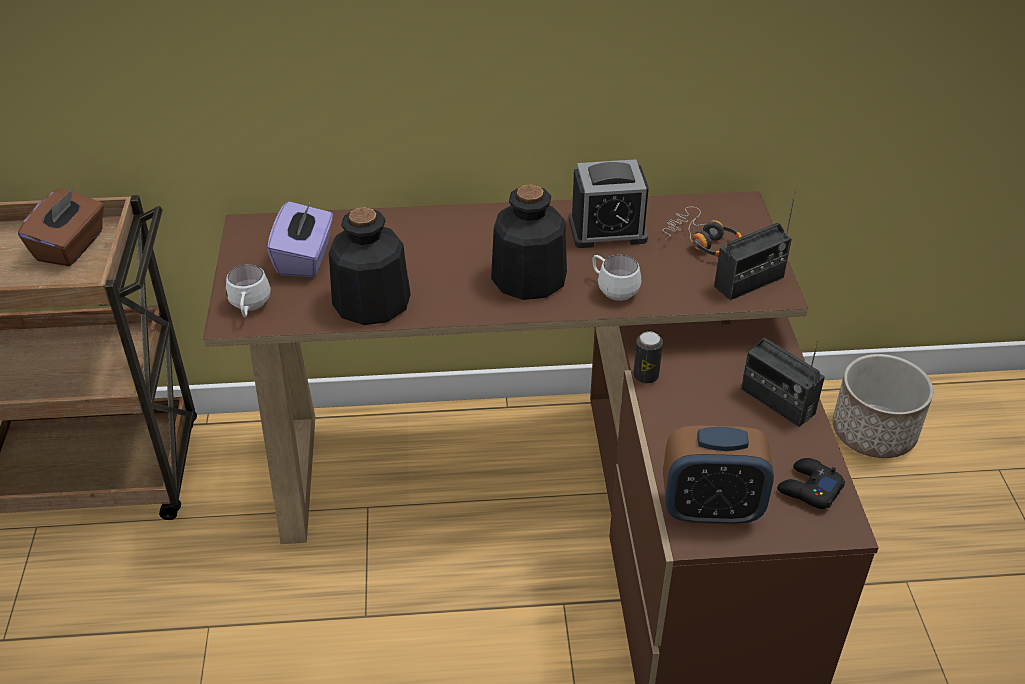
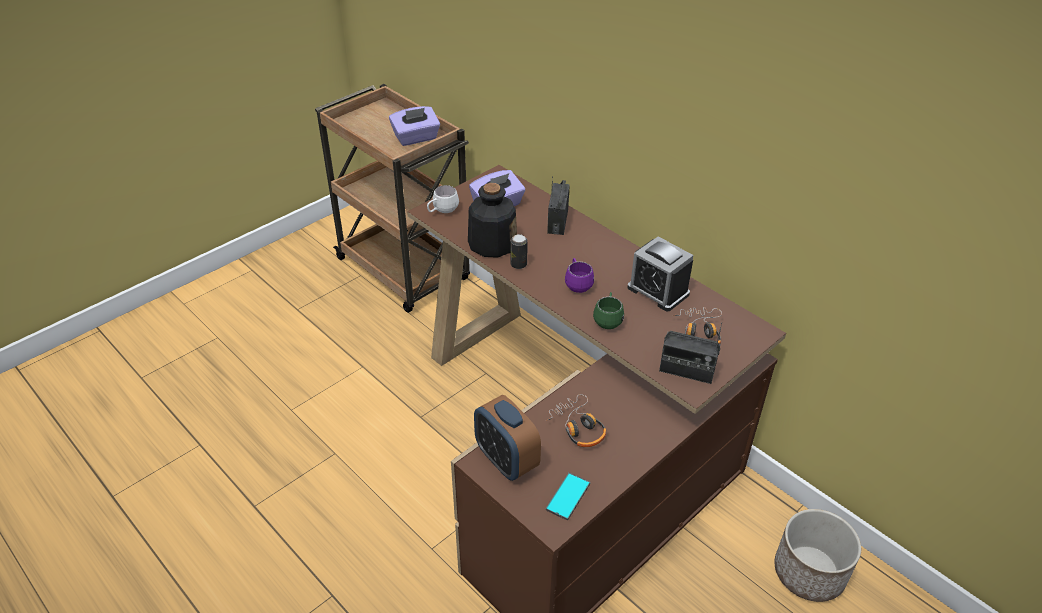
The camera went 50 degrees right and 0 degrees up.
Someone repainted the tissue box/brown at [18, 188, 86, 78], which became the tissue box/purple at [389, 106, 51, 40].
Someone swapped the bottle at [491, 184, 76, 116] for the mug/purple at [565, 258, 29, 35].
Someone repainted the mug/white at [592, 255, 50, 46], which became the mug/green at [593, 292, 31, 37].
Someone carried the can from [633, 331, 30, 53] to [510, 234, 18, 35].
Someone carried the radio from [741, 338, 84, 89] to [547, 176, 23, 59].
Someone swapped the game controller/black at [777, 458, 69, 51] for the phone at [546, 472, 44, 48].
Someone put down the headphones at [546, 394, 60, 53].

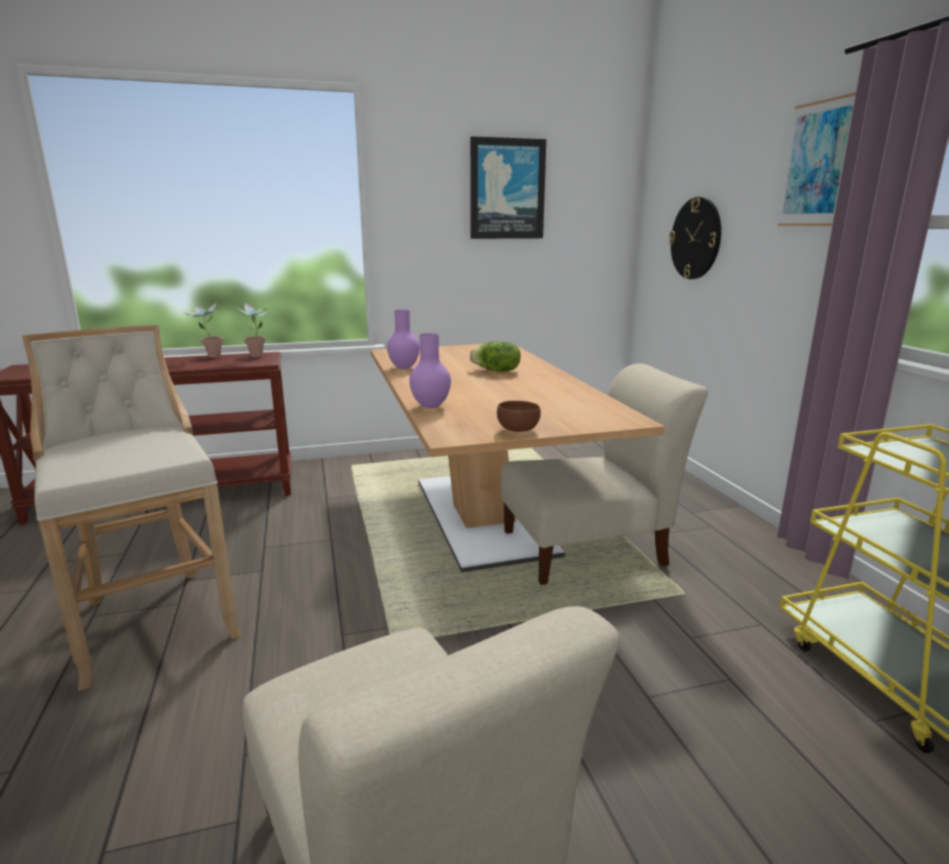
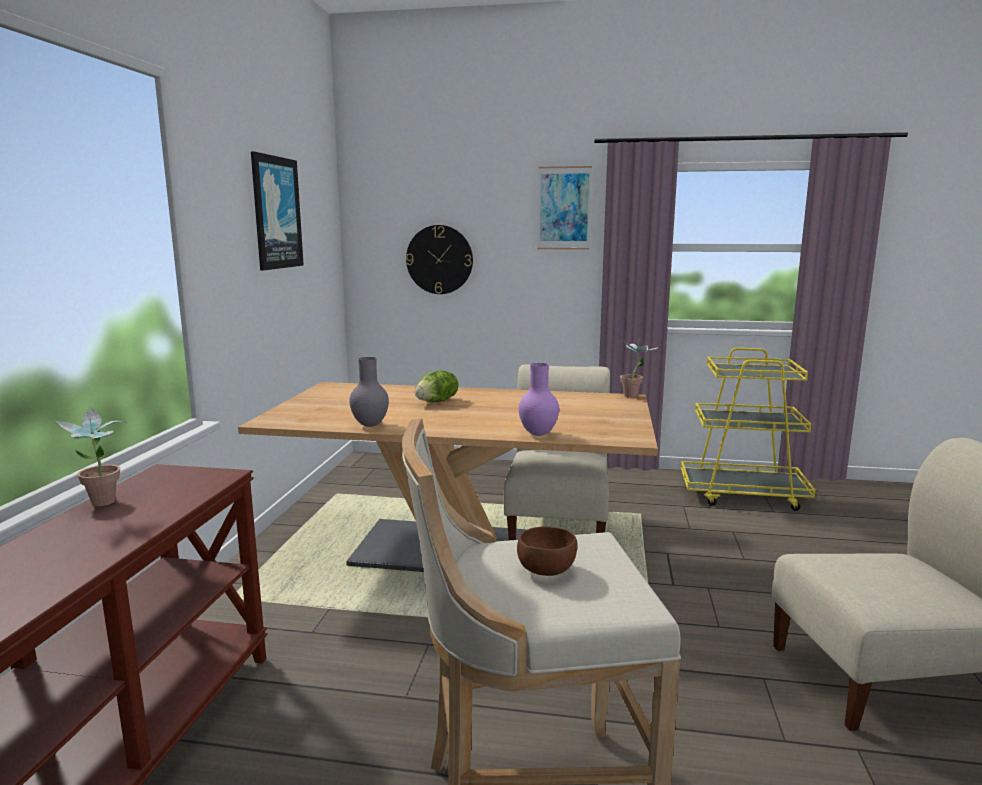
The camera went 65 degrees left and 5 degrees down.
Someone carried the potted plant from [237, 302, 34, 55] to [620, 340, 38, 58].
Someone repainted the vase/purple at [387, 310, 33, 59], which became the vase/grey at [349, 357, 40, 70].
Someone carried the bowl/brown from [497, 401, 44, 31] to [517, 526, 60, 50].

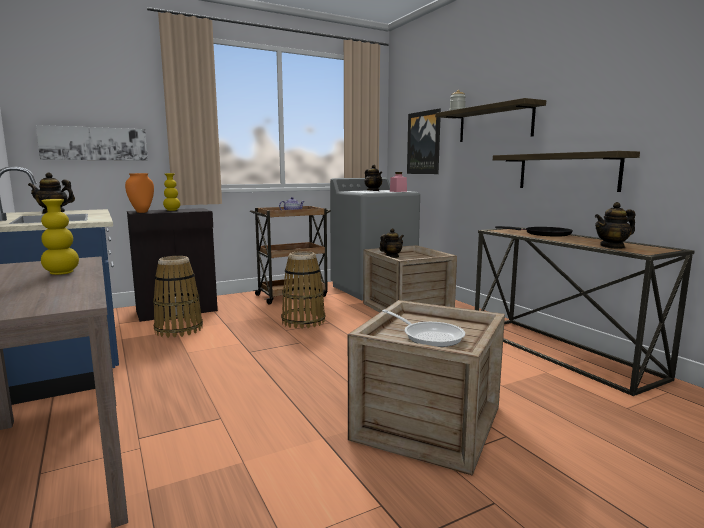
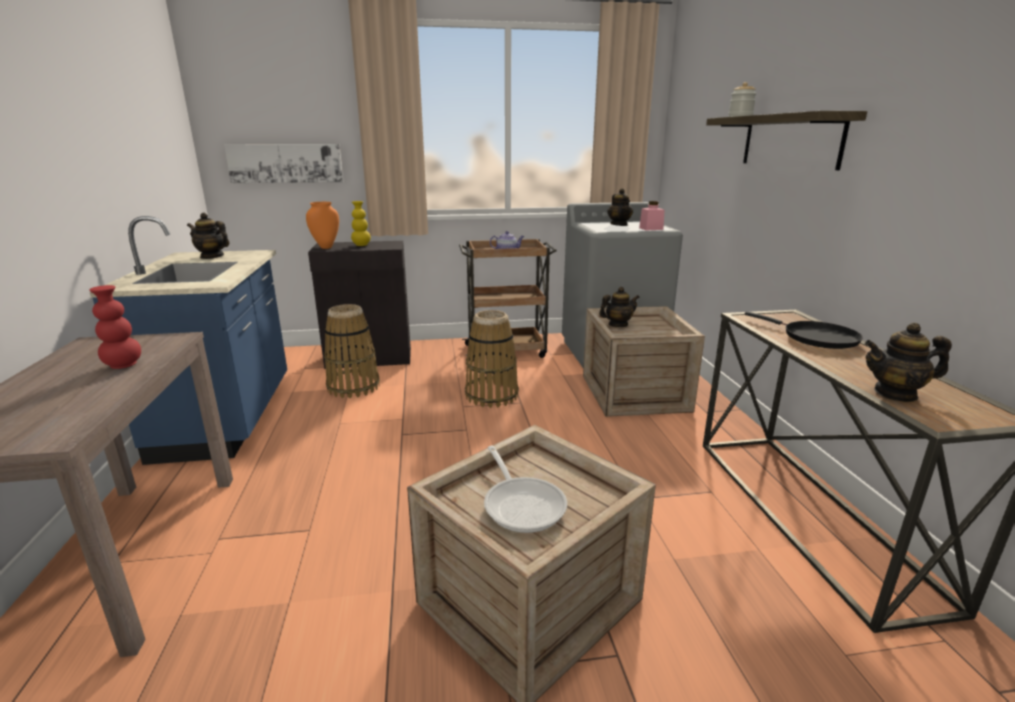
The camera went 20 degrees right and 10 degrees up.
Someone repainted the vase/yellow at [41, 199, 38, 76], which became the vase/red at [89, 285, 52, 84].
Someone took away the picture at [407, 108, 34, 66].
Someone took away the shelf at [493, 151, 147, 41].

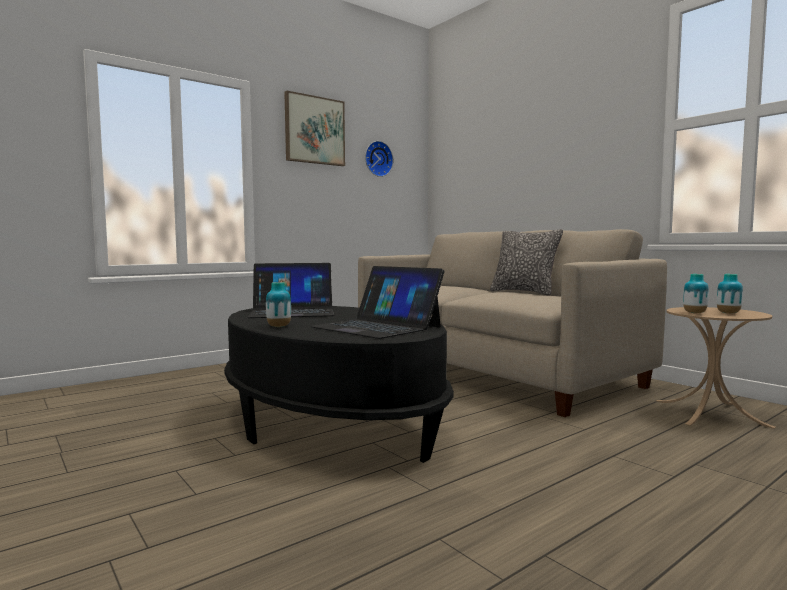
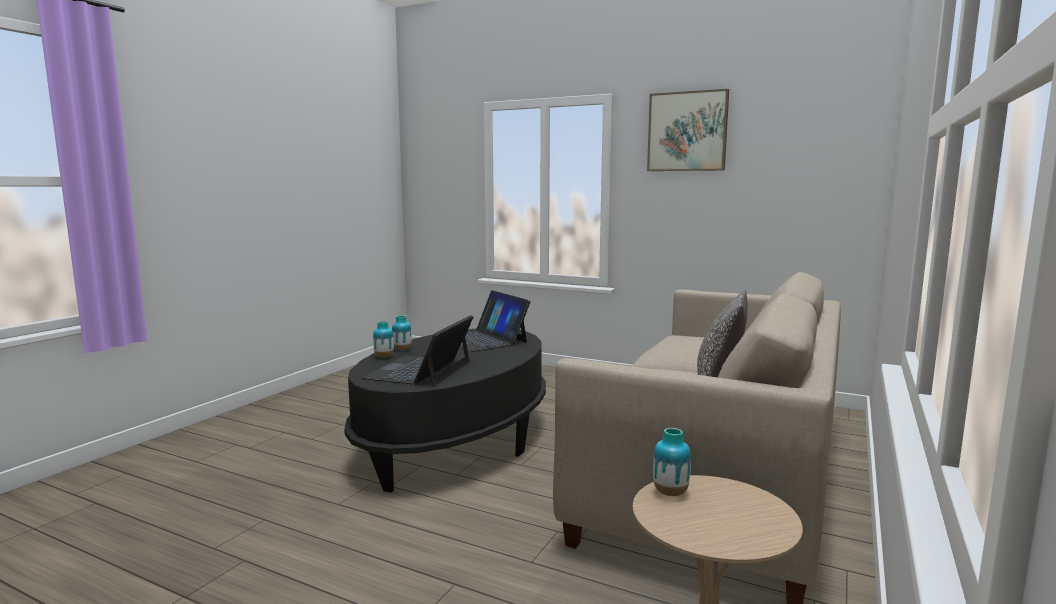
The camera went 65 degrees right and 5 degrees up.
Someone took away the wall clock at [365, 141, 28, 36].
Someone carried the vase from [717, 274, 26, 40] to [373, 321, 21, 37].

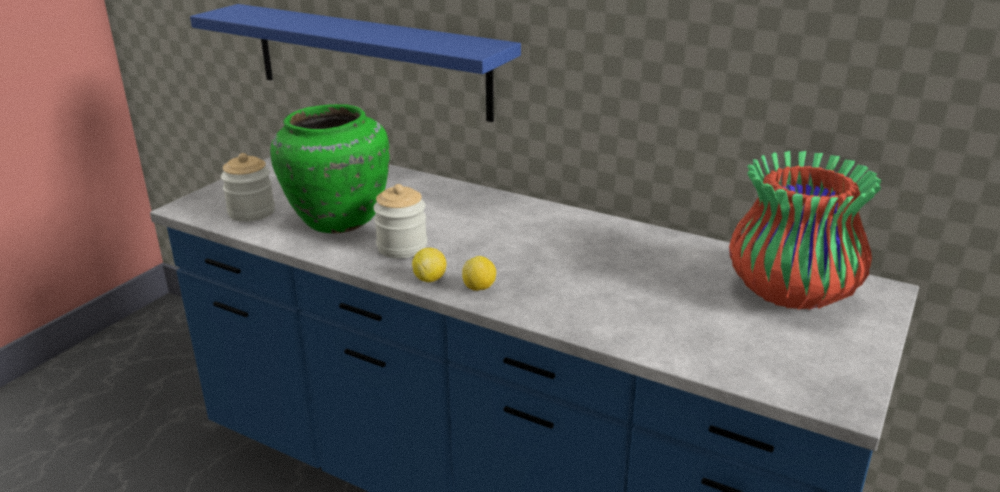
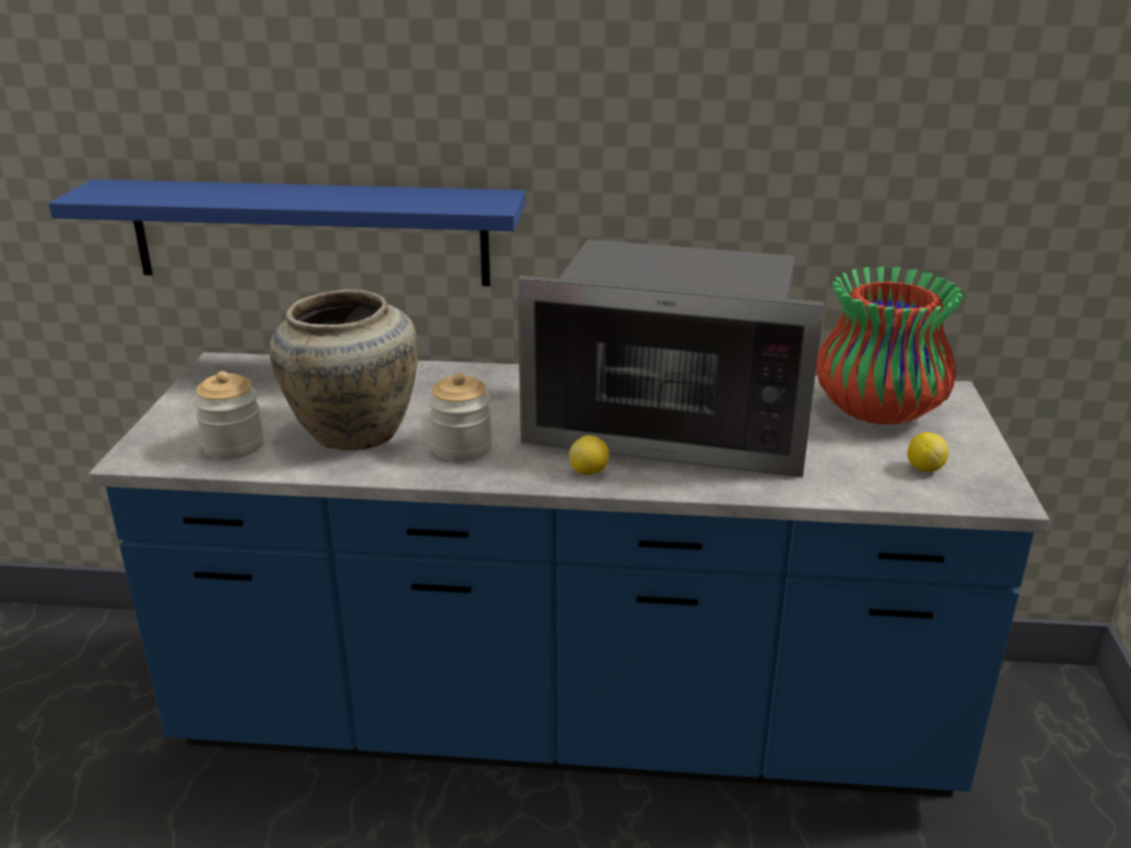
The camera went 25 degrees left and 0 degrees up.
Someone repainted the vase/green at [270, 104, 120, 129], which became the vase/beige at [269, 289, 149, 162].
Someone carried the lemon from [412, 248, 34, 34] to [907, 432, 42, 40].
Someone put down the microwave at [517, 239, 307, 238].

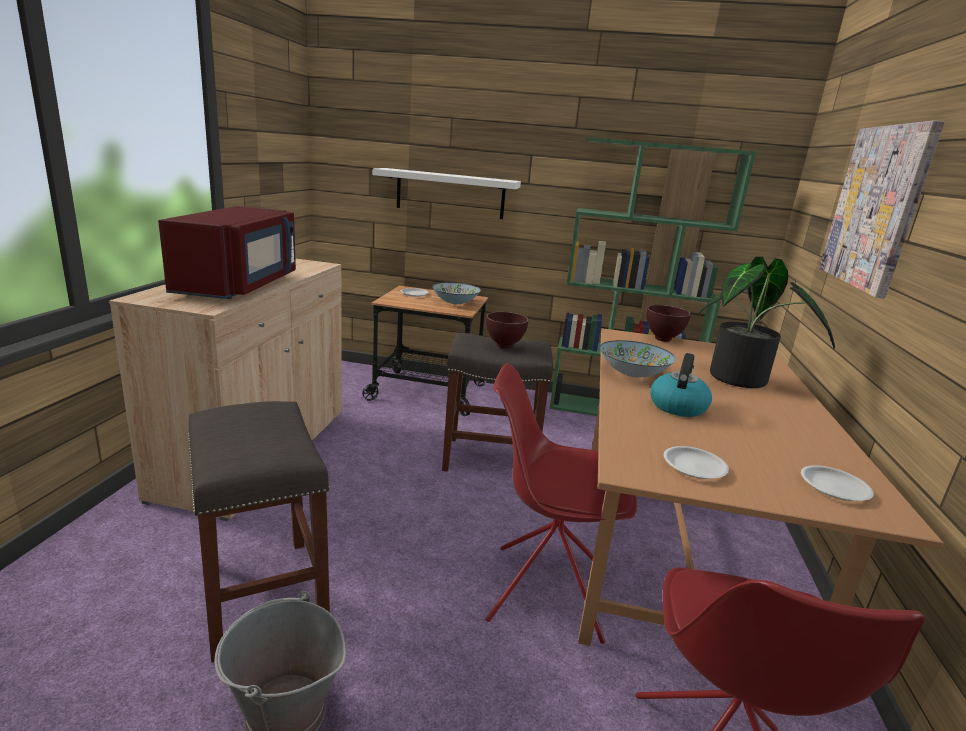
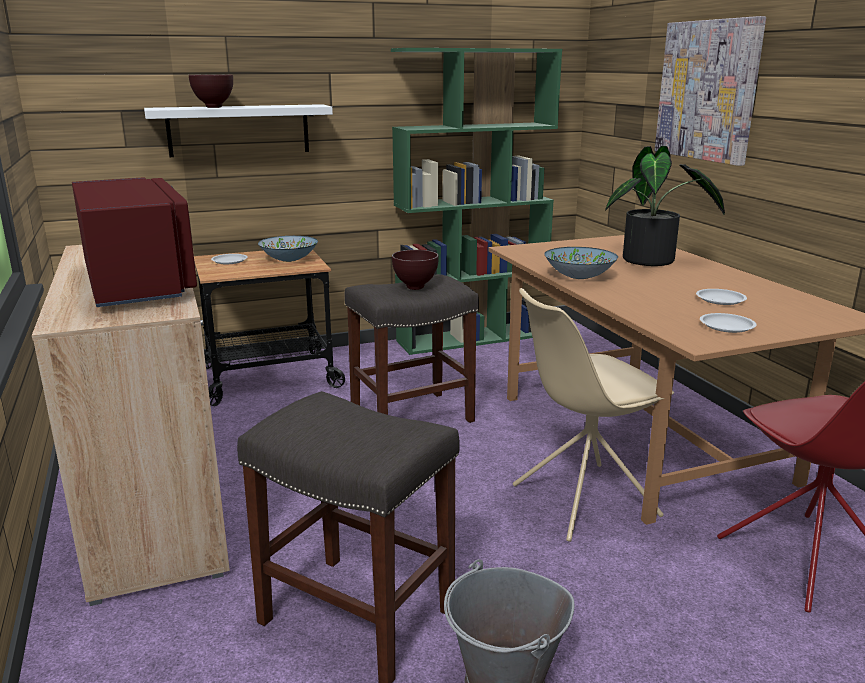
The camera went 30 degrees left and 0 degrees up.
Someone repainted the chair/red at [485, 363, 152, 281], which became the chair/beige at [513, 288, 161, 254].
Someone carried the bowl/brown from [646, 305, 45, 37] to [189, 74, 44, 34].
Someone took away the kettle at [650, 353, 62, 64].
Someone carried the plate/white from [801, 465, 73, 36] to [696, 289, 51, 16].

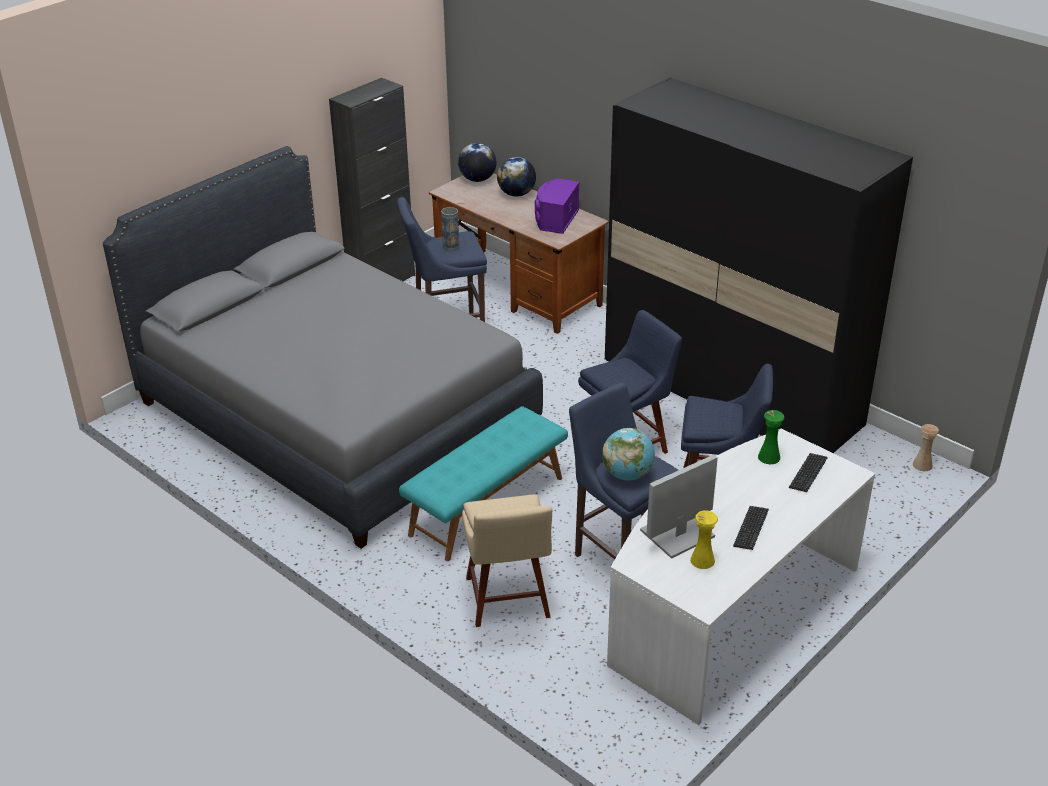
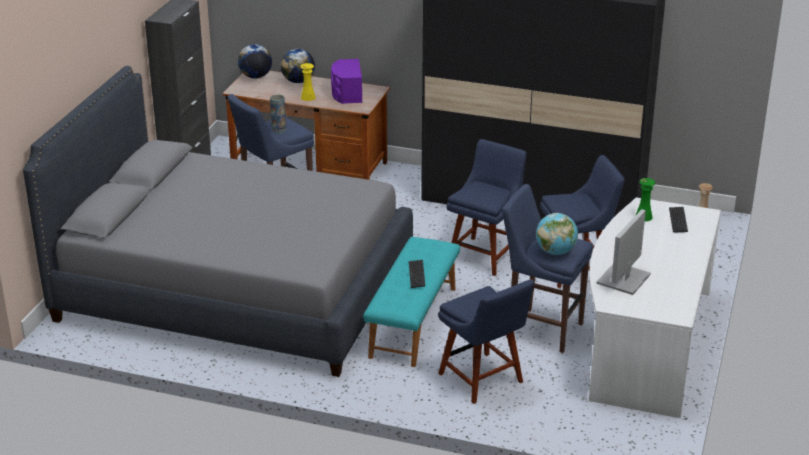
The camera went 25 degrees left and 5 degrees down.
Someone repainted the chair/beige at [462, 494, 90, 133], which became the chair/blue at [438, 280, 96, 124].
Someone carried the vase/yellow from [690, 510, 28, 59] to [300, 63, 16, 38].
Someone carried the keyboard from [733, 506, 36, 44] to [409, 260, 16, 28].

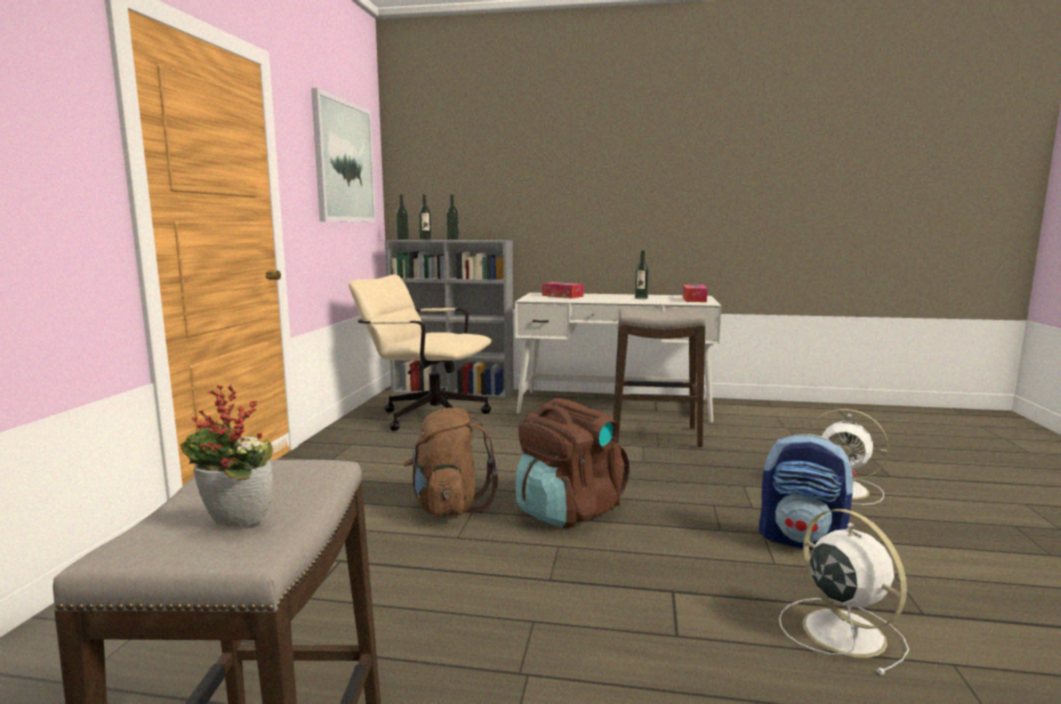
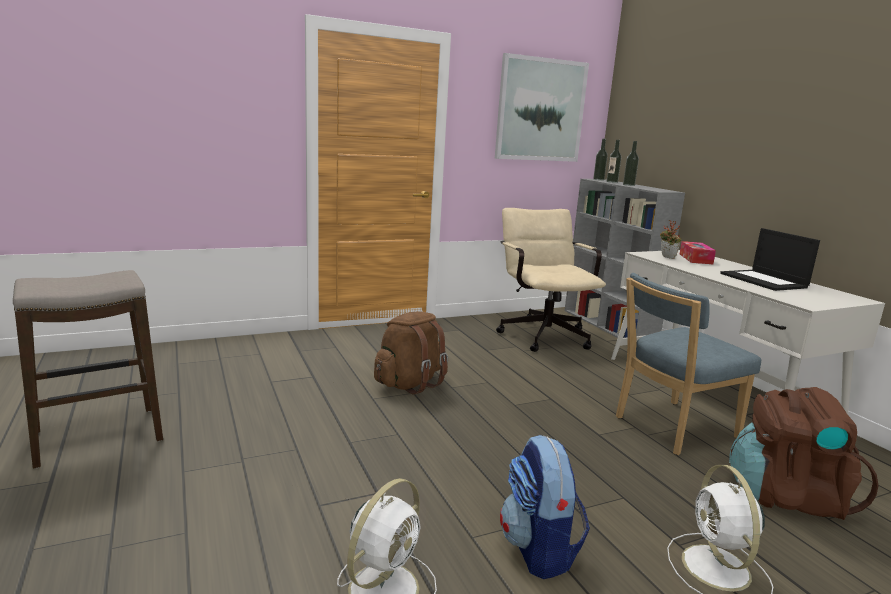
The camera went 55 degrees right and 5 degrees up.
Someone carried the potted plant from [180, 385, 93, 141] to [660, 220, 21, 39].
Someone carried the backpack/brown from [516, 398, 114, 130] to [729, 387, 150, 133].
Someone swapped the stool at [613, 308, 93, 140] for the chair/blue at [616, 273, 146, 182].
Someone swapped the bottle at [635, 250, 14, 49] for the laptop at [720, 228, 100, 63].
Someone took away the tissue box at [683, 285, 25, 17].

